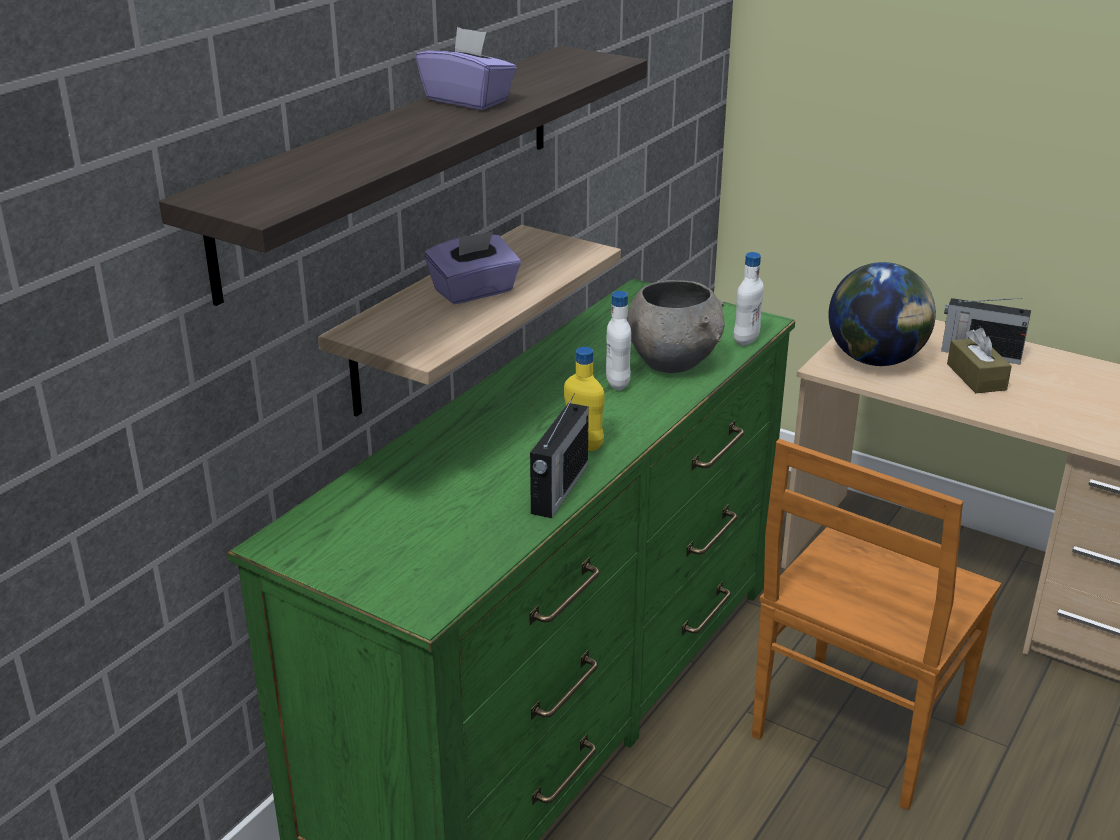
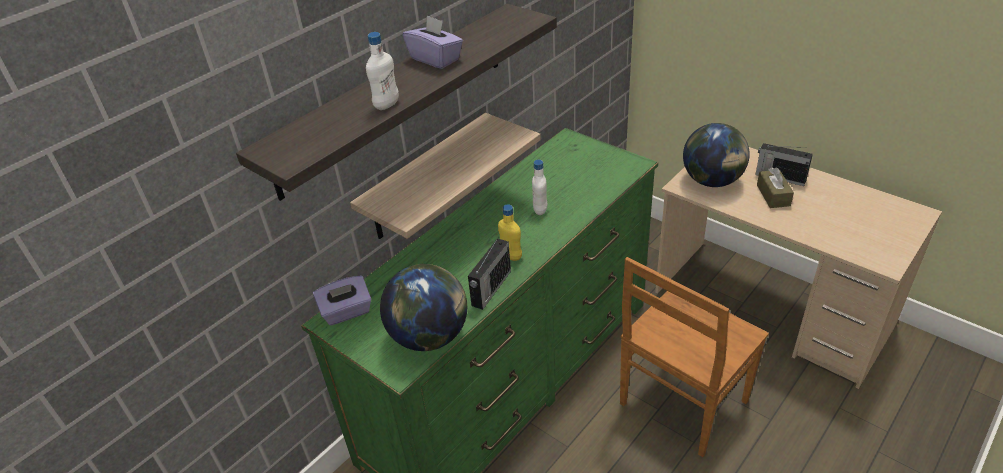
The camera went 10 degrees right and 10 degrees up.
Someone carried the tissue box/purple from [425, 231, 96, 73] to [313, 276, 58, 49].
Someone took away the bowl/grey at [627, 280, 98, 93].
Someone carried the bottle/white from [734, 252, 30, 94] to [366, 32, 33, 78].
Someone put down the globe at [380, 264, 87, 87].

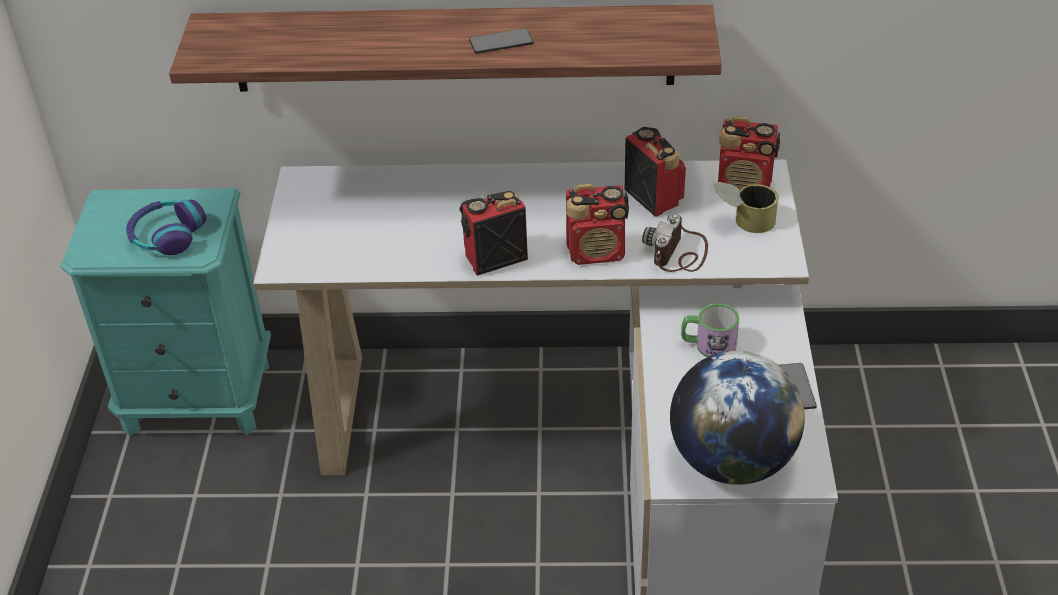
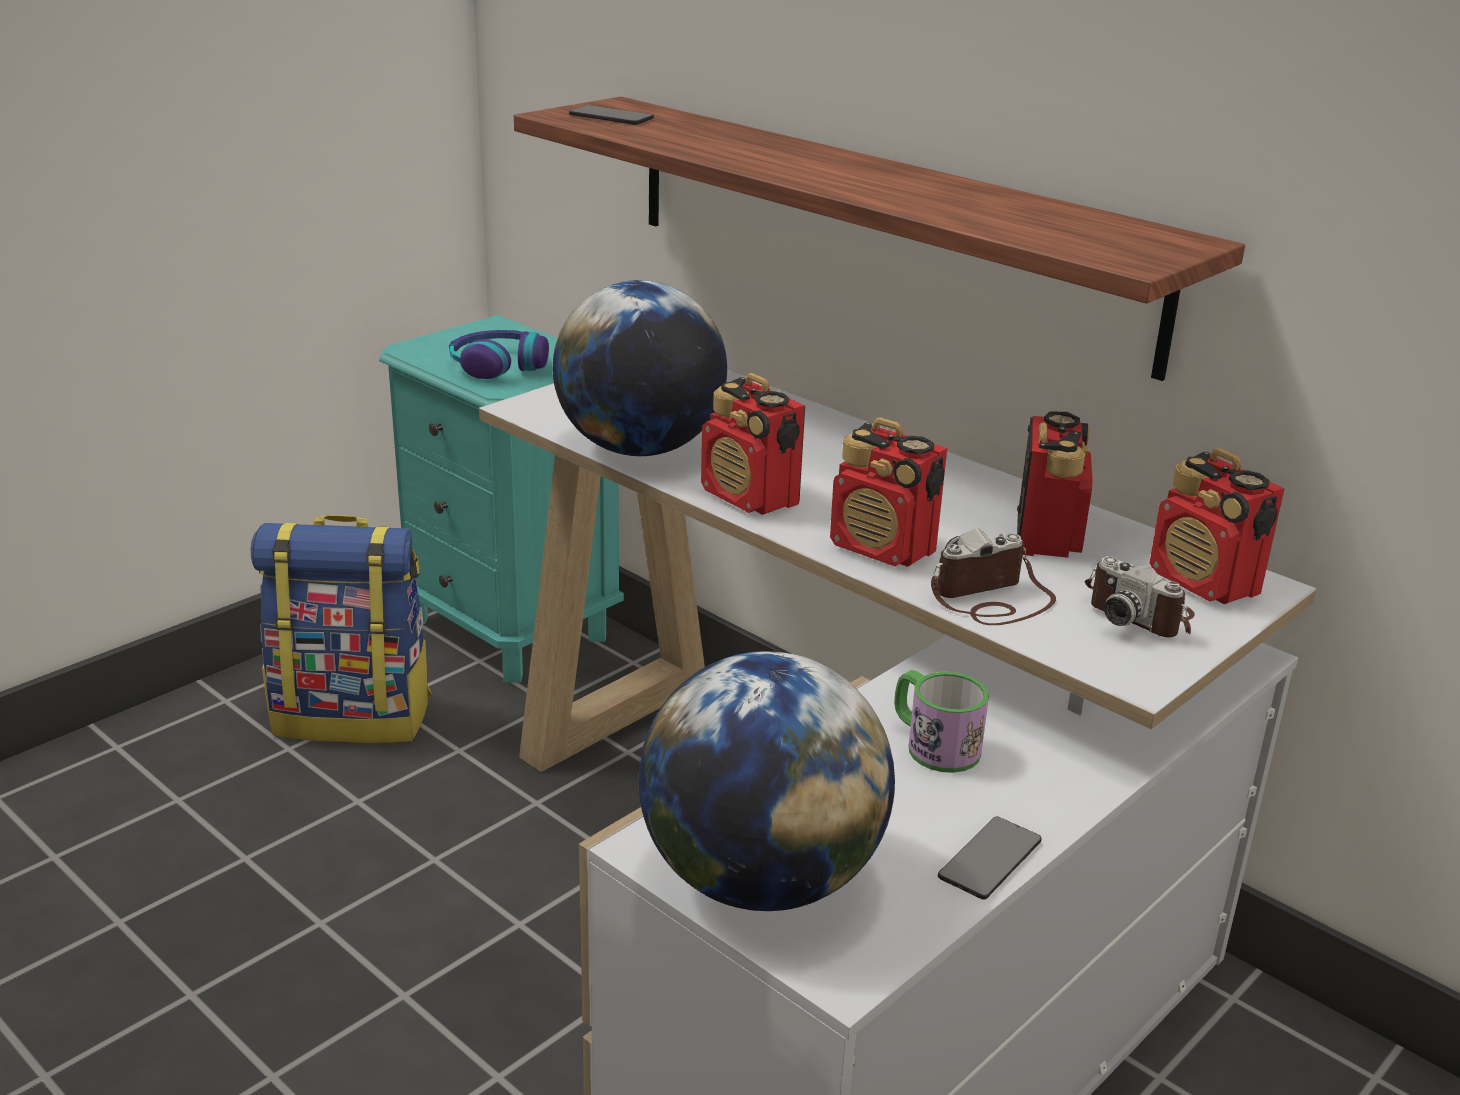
The camera went 40 degrees right and 15 degrees down.
Someone rotated the radio at [459, 191, 69, 85] by 150 degrees counterclockwise.
Someone carried the phone from [469, 28, 64, 26] to [569, 105, 85, 20].
Someone swapped the can at [714, 182, 65, 51] for the photo camera at [1085, 556, 110, 81].
Someone put down the backpack at [251, 515, 181, 228].
Someone put down the globe at [553, 280, 174, 176].

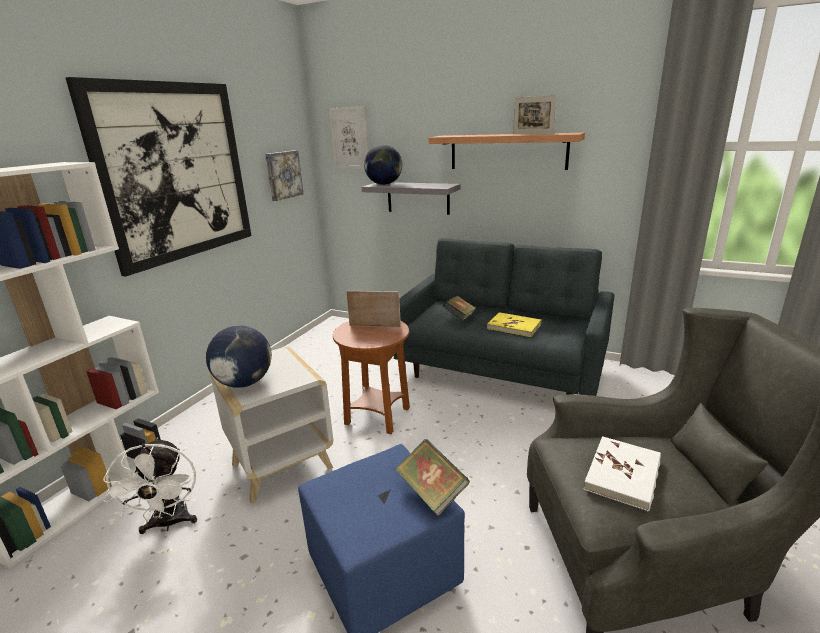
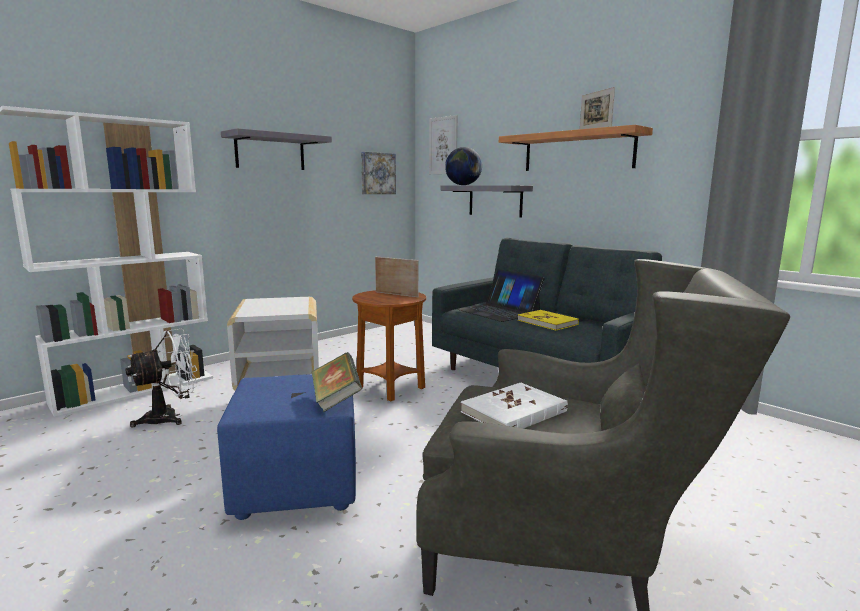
The camera went 20 degrees right and 10 degrees down.
Someone swapped the picture at [66, 77, 185, 200] for the shelf/grey at [221, 128, 111, 42].
Someone rotated the fan/white at [103, 438, 94, 96] by 135 degrees counterclockwise.
Someone took away the globe at [206, 325, 66, 63].
Someone swapped the book at [443, 296, 33, 24] for the laptop at [457, 269, 88, 53].

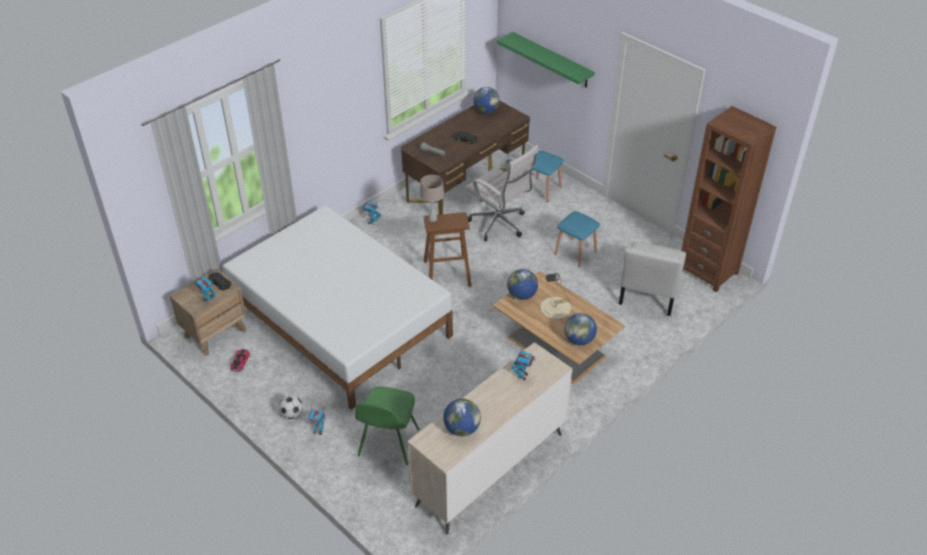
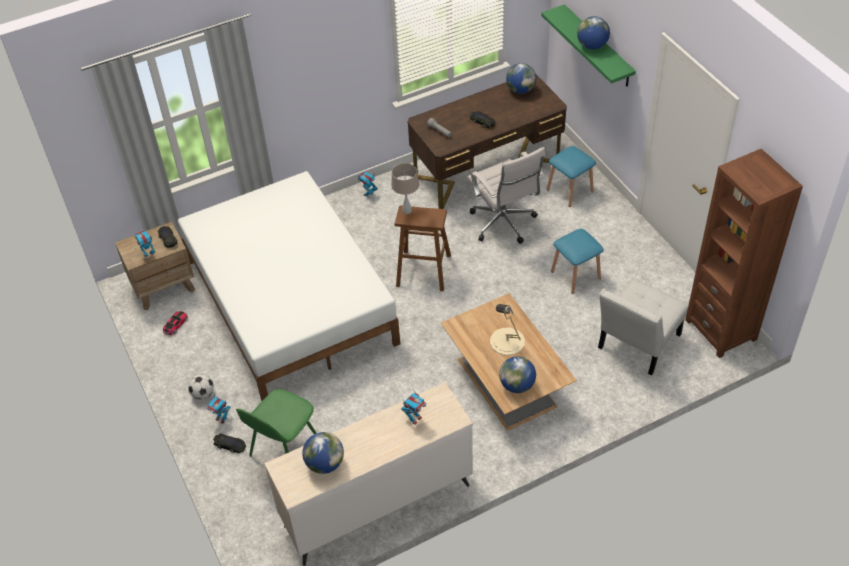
The camera went 20 degrees right and 5 degrees up.
Someone carried the globe from [507, 269, 31, 31] to [577, 16, 33, 34].
Someone put down the toy car/black at [213, 433, 33, 20].

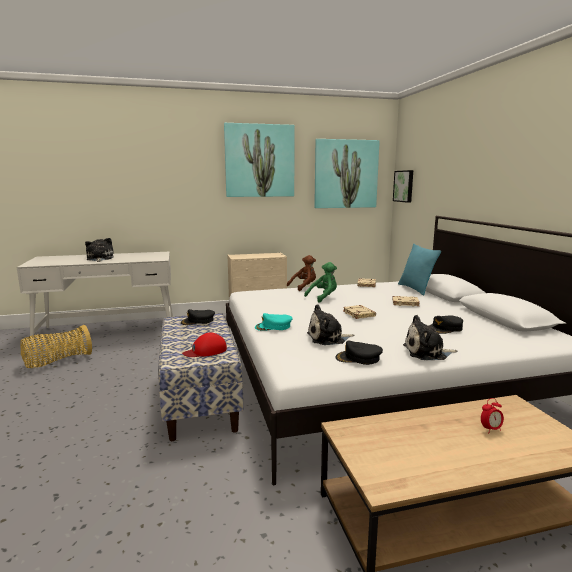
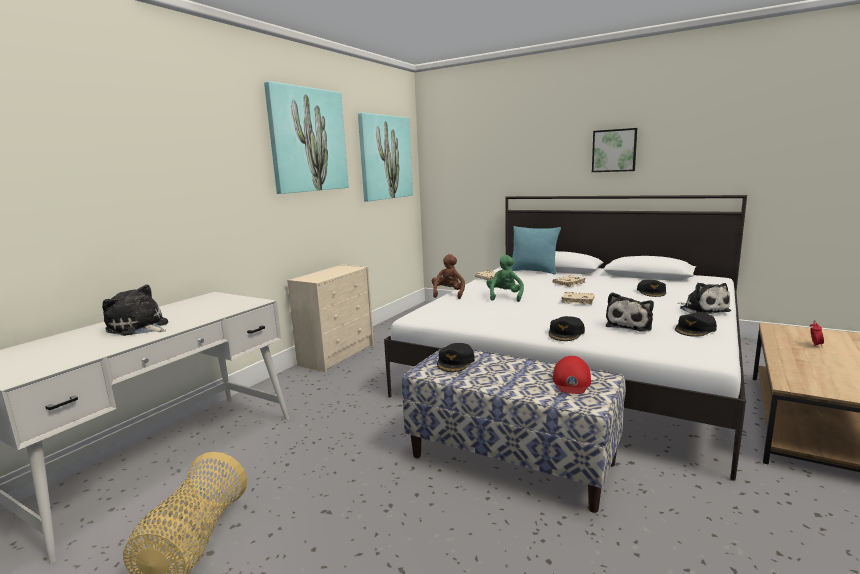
The camera went 45 degrees left and 0 degrees up.
Someone repainted the cap/turquoise at [255, 313, 38, 18], which became the cap/black at [549, 316, 36, 25].
Someone carried the picture from [393, 170, 20, 33] to [592, 128, 45, 44].
Someone rotated the plush toy at [403, 315, 54, 45] by 60 degrees counterclockwise.

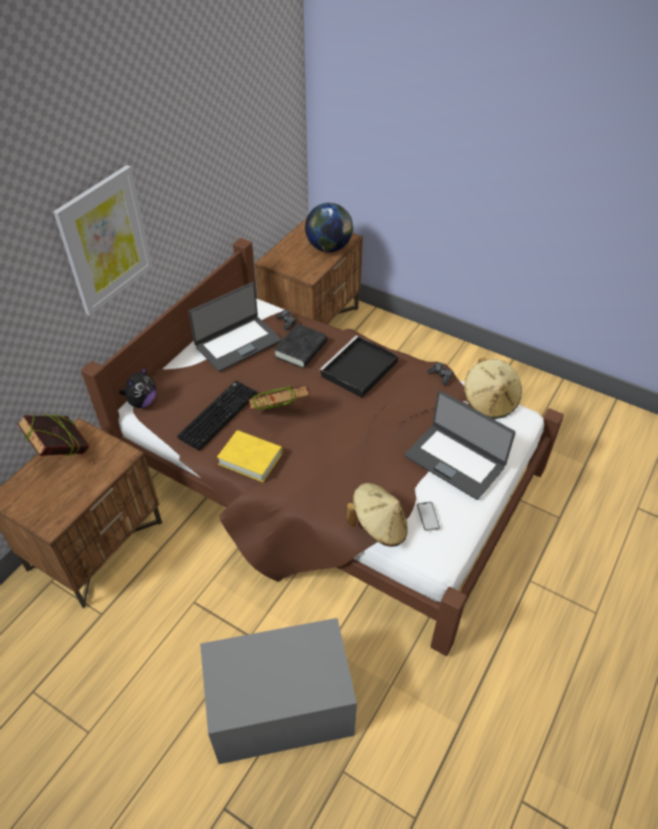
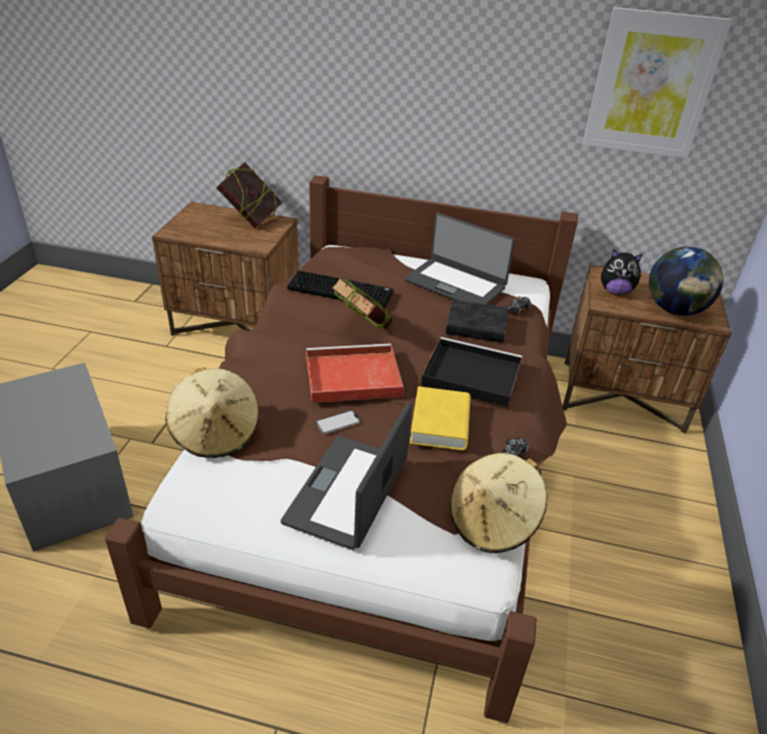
The camera went 70 degrees right and 10 degrees down.
Someone carried the picture from [53, 165, 100, 150] to [583, 7, 149, 151].
Someone carried the plush toy from [119, 367, 37, 41] to [601, 249, 42, 46].
Someone carried the book/yellow from [217, 430, 66, 52] to [410, 386, 61, 65].
Someone carried the phone from [417, 502, 23, 29] to [316, 410, 44, 24].
Someone put down the tray/red at [306, 344, 98, 59].

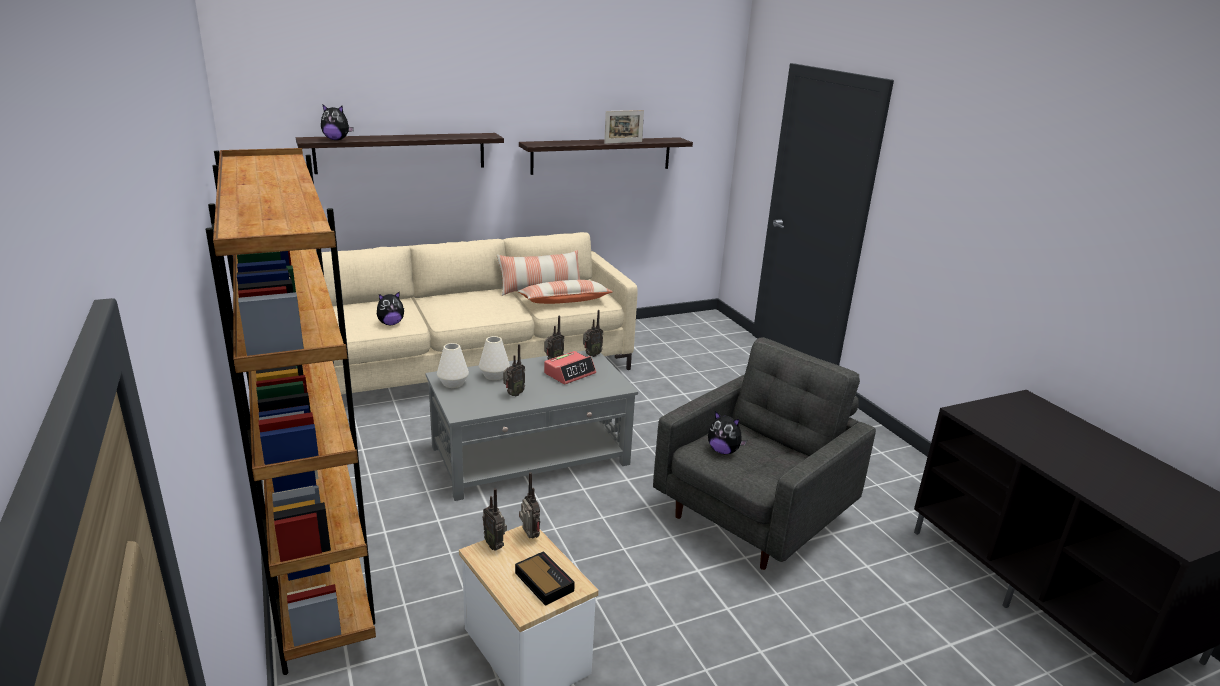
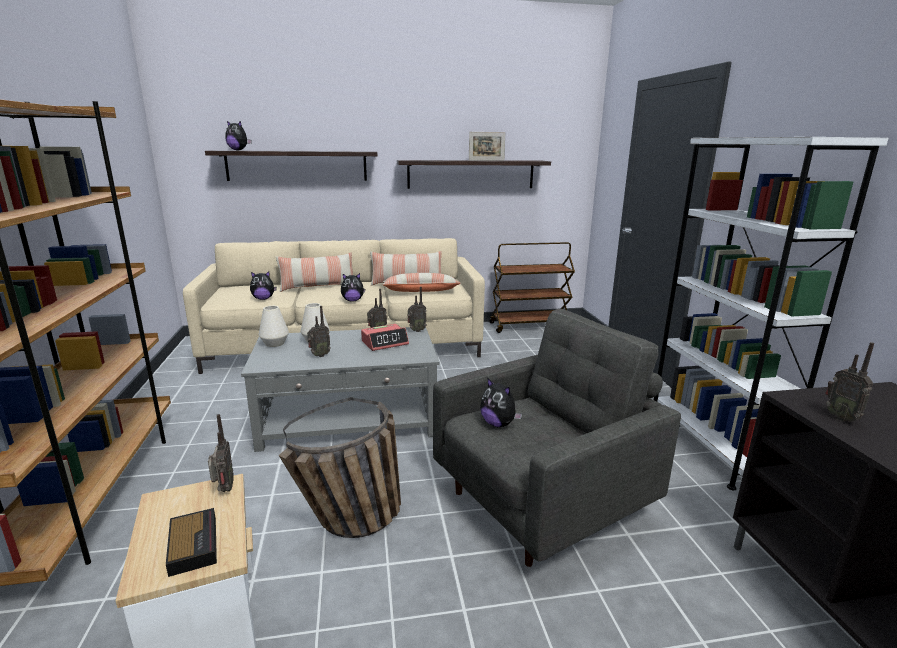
The camera went 15 degrees right and 5 degrees down.
Someone carried the radio from [483, 488, 24, 63] to [825, 342, 49, 80].
Someone put down the pillow at [276, 252, 77, 40].
Someone put down the basket at [279, 397, 122, 141].
Someone put down the plush toy at [341, 273, 24, 28].
Someone put down the cart/brown at [489, 242, 86, 91].
Someone put down the bookcase/white at [654, 137, 234, 353].

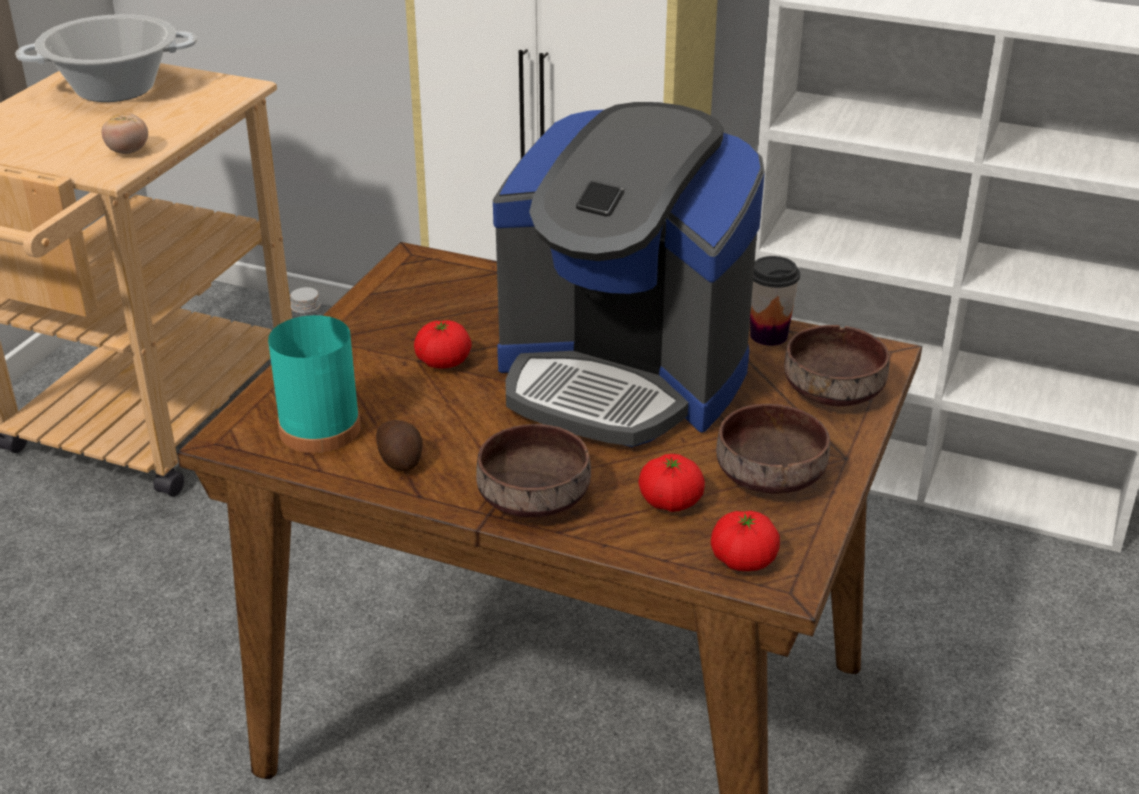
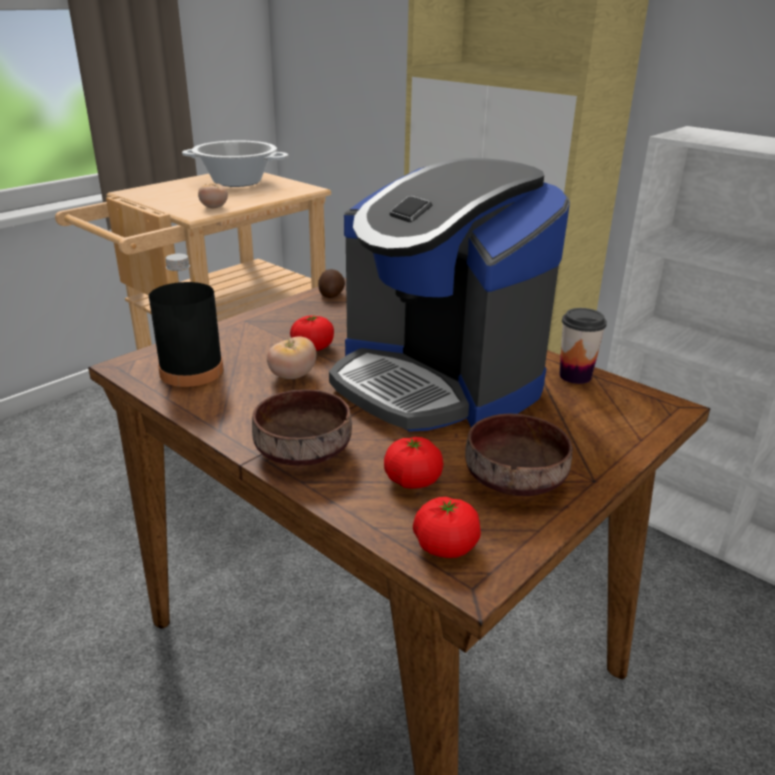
The camera went 20 degrees right and 5 degrees down.
Someone repainted the bottle/turquoise at [268, 287, 93, 166], which became the bottle/black at [149, 254, 75, 133].
Someone carried the potato from [376, 420, 47, 51] to [318, 269, 27, 29].
Someone took away the bowl/brown at [784, 325, 105, 81].
Someone put down the tomato at [267, 336, 50, 43].

